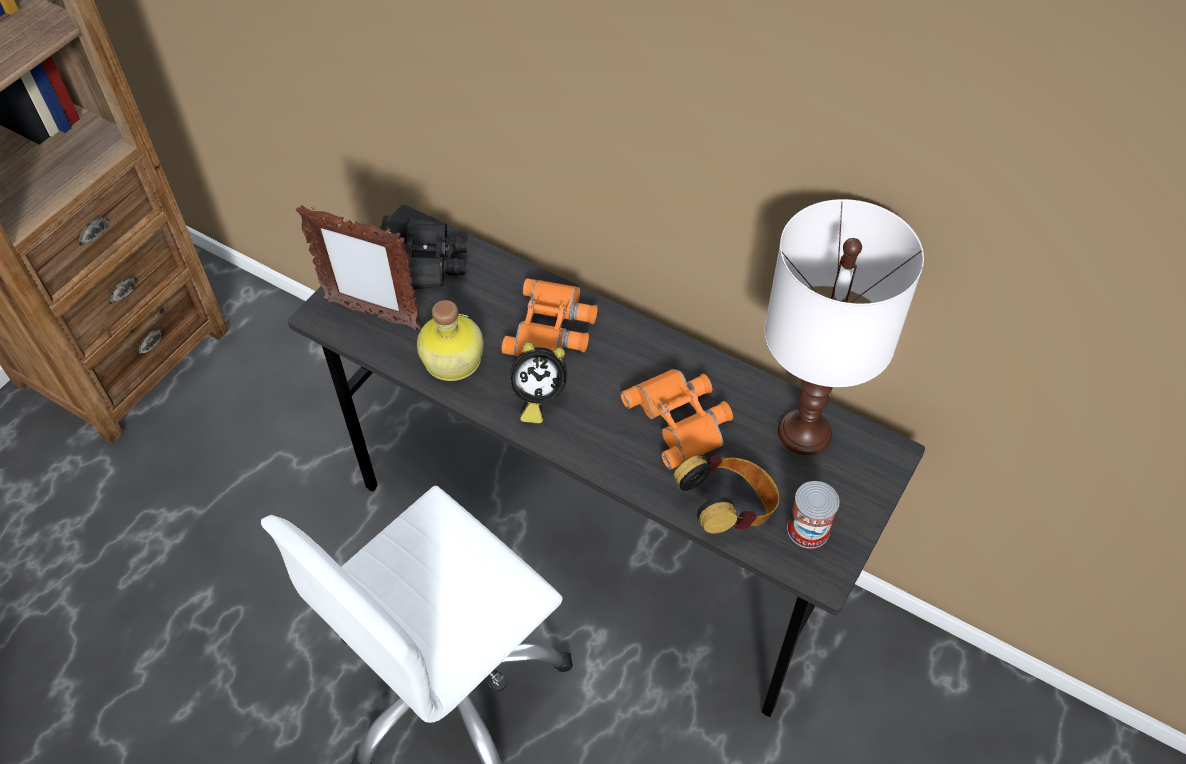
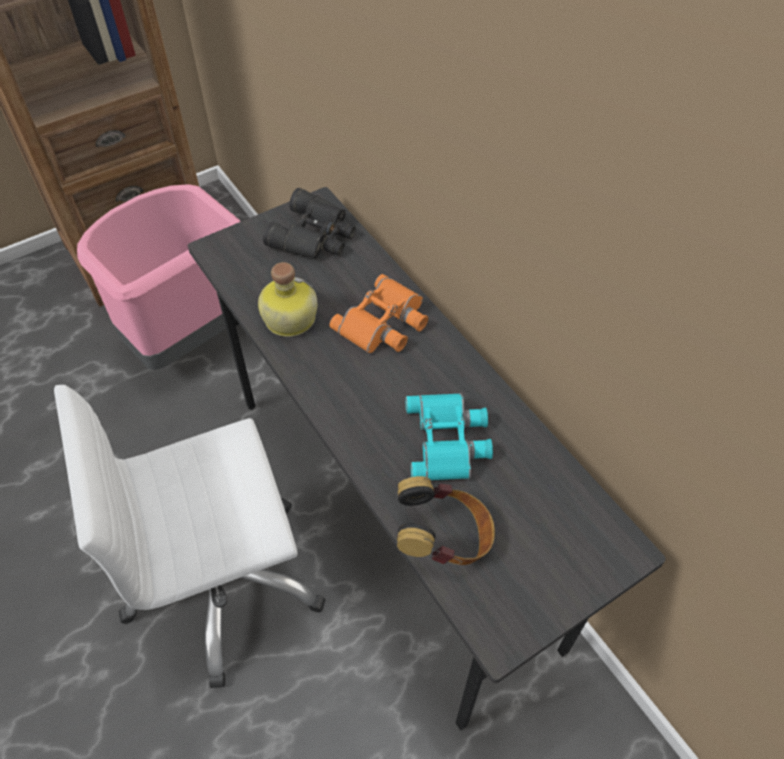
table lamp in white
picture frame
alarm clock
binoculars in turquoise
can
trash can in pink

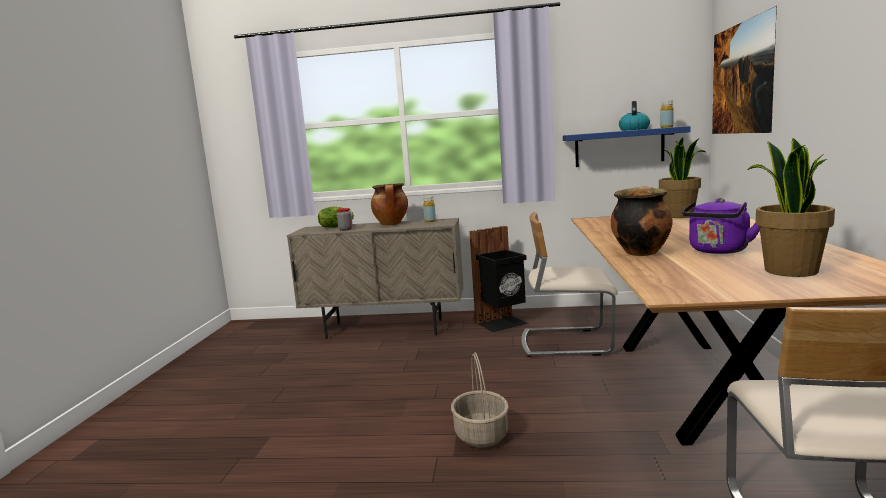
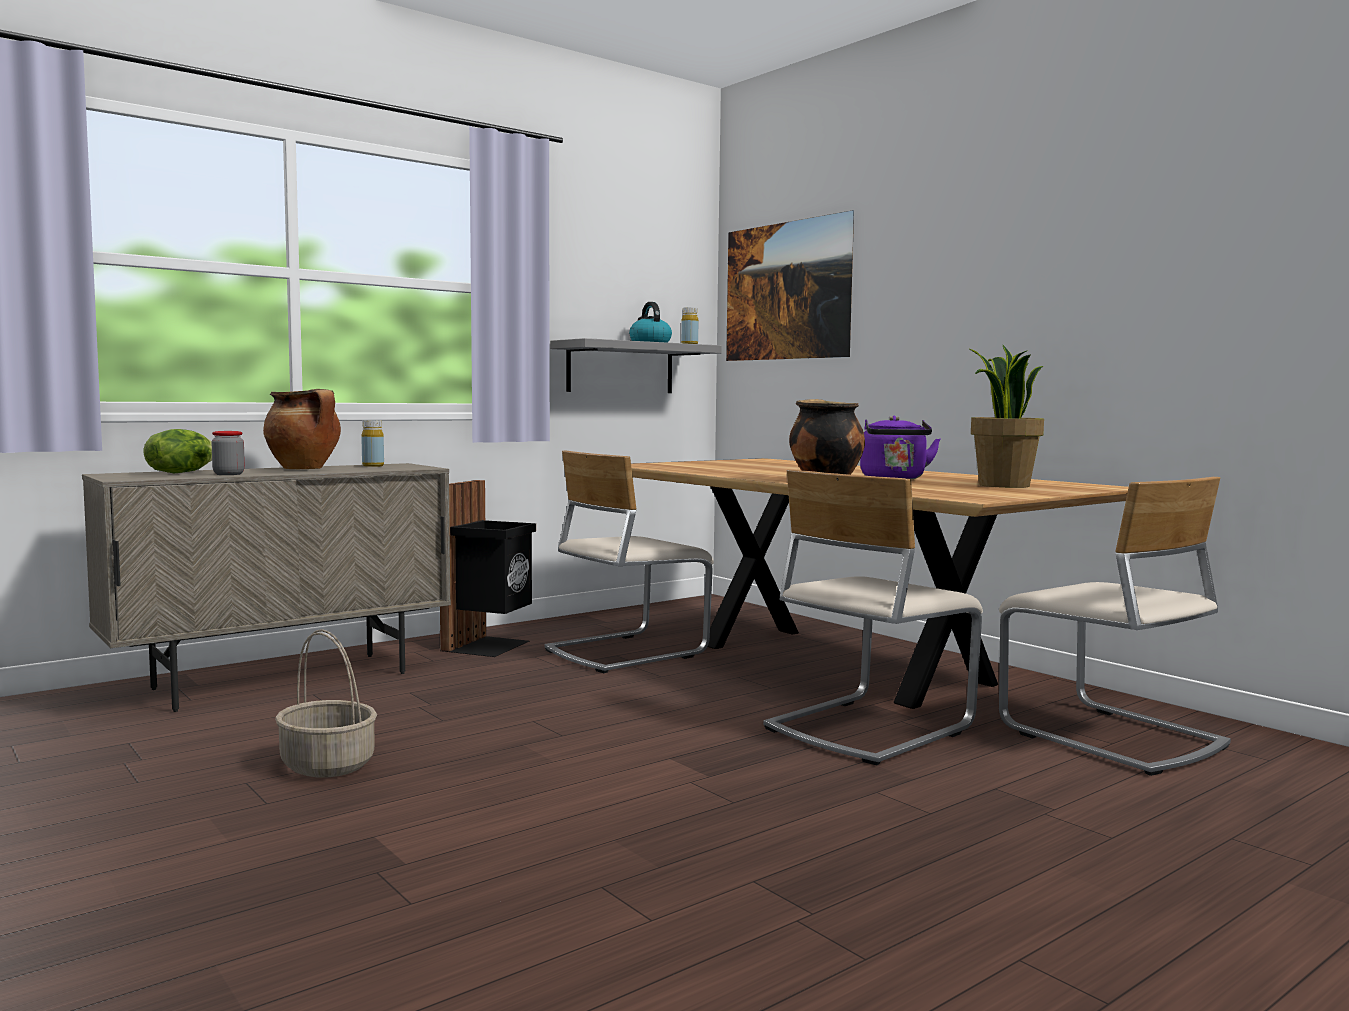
shelf in grey
potted plant (no. 1 from left in the first image)
basket
chair in beige (no. 2 from left)

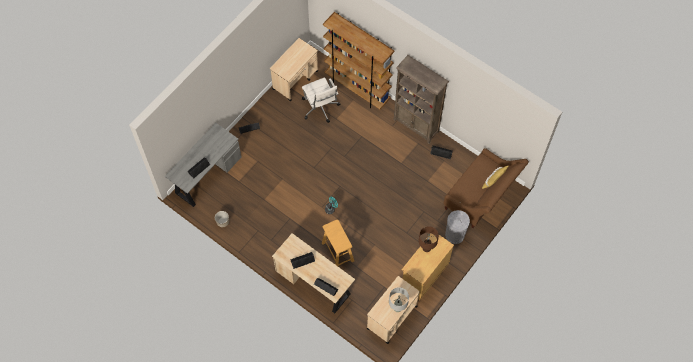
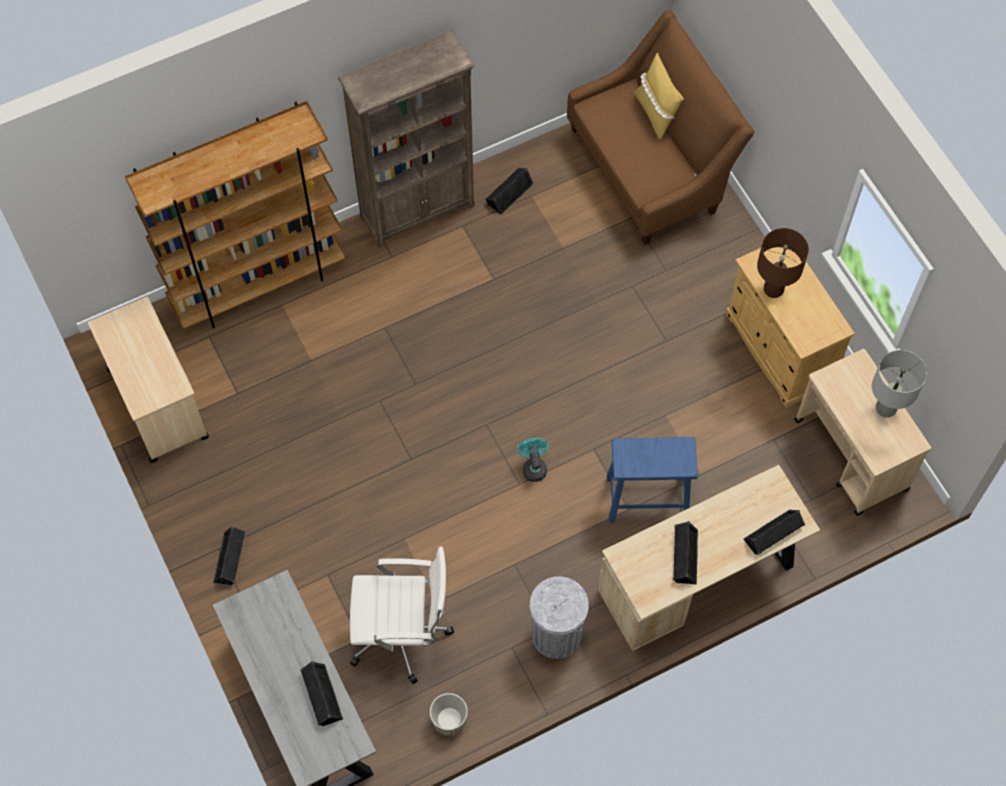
office chair in white
trash can in grey
stool in blue

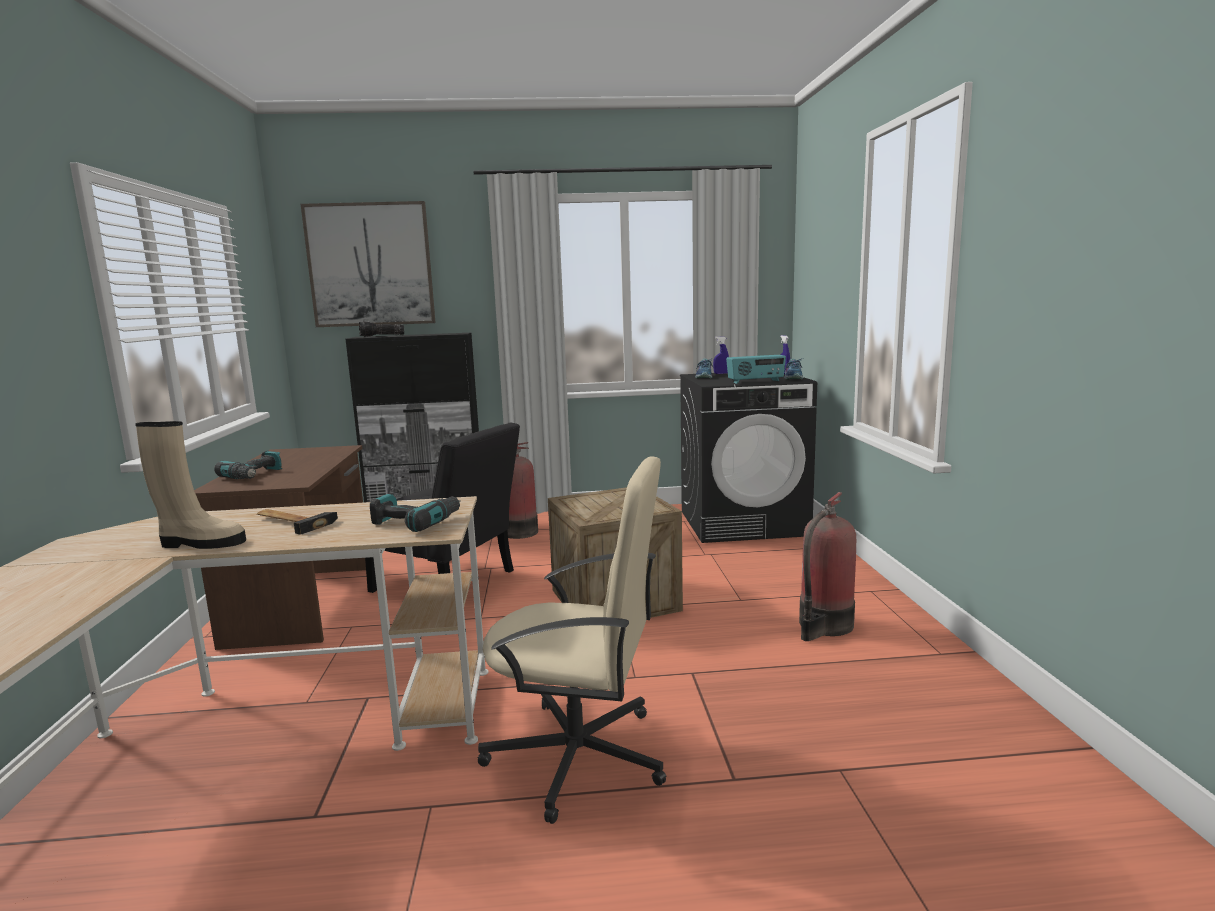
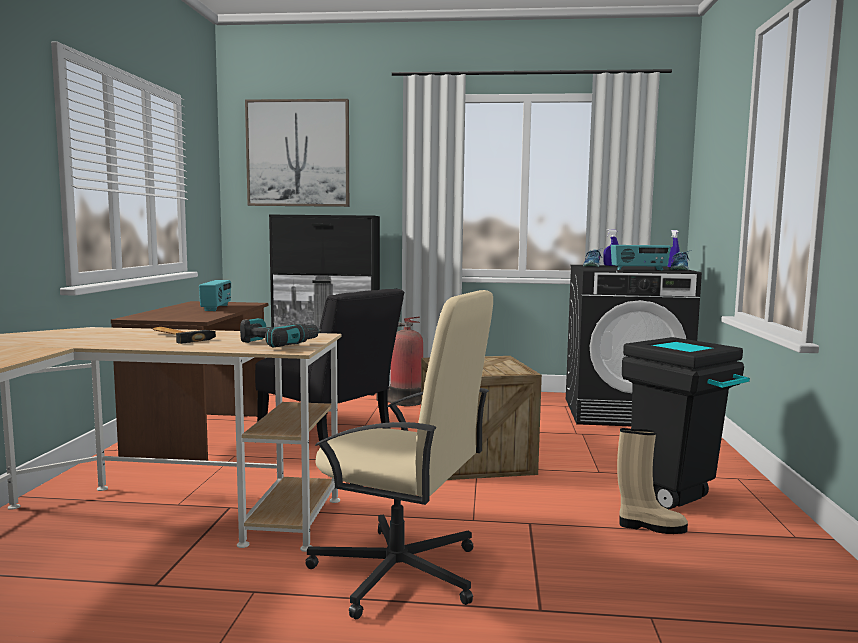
flashlight
boot in beige
power drill (no. 1 from left in the first image)
trash can in black
radio (no. 1 from left)

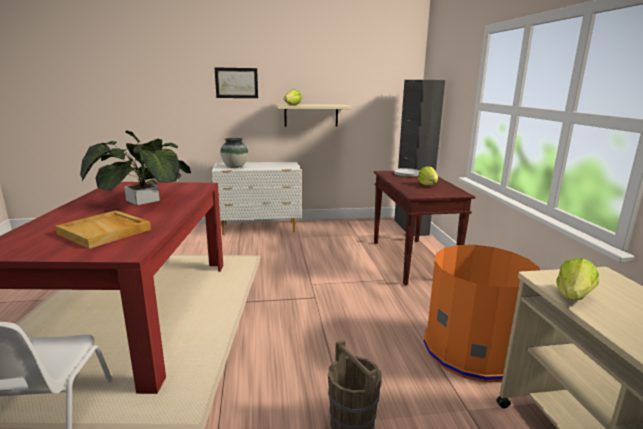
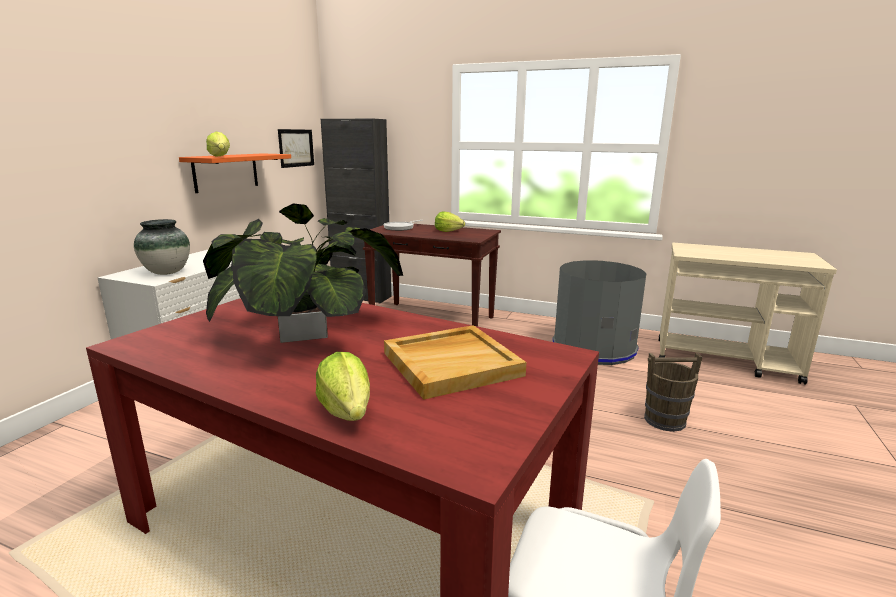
picture
shelf in orange
trash can in grey
lettuce (no. 2 from left)

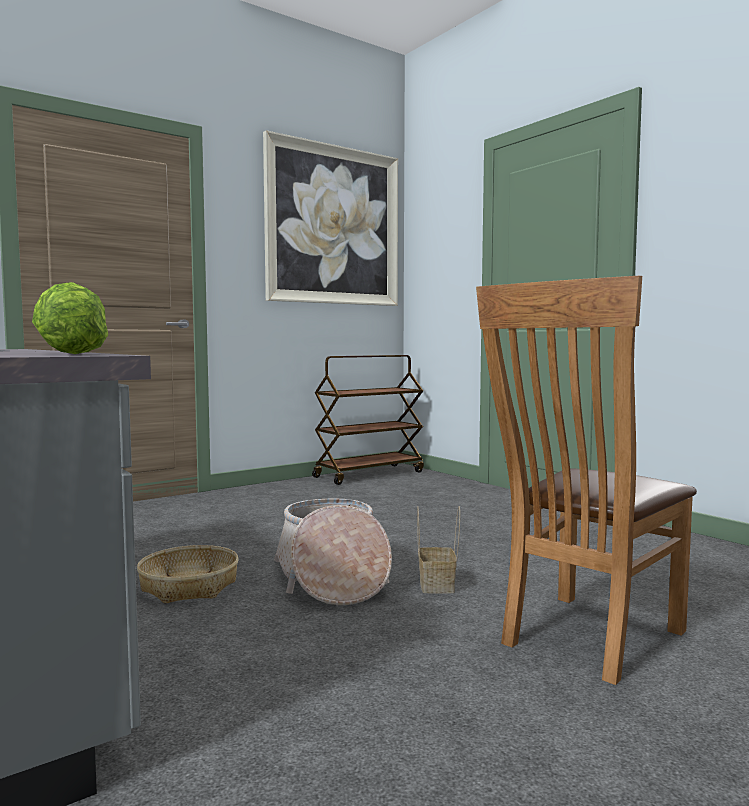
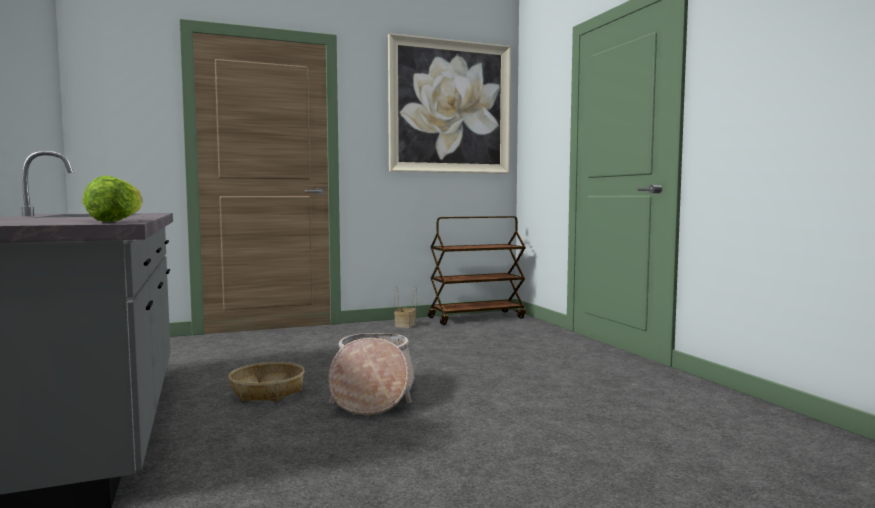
chair in brown
basket (no. 3 from left)

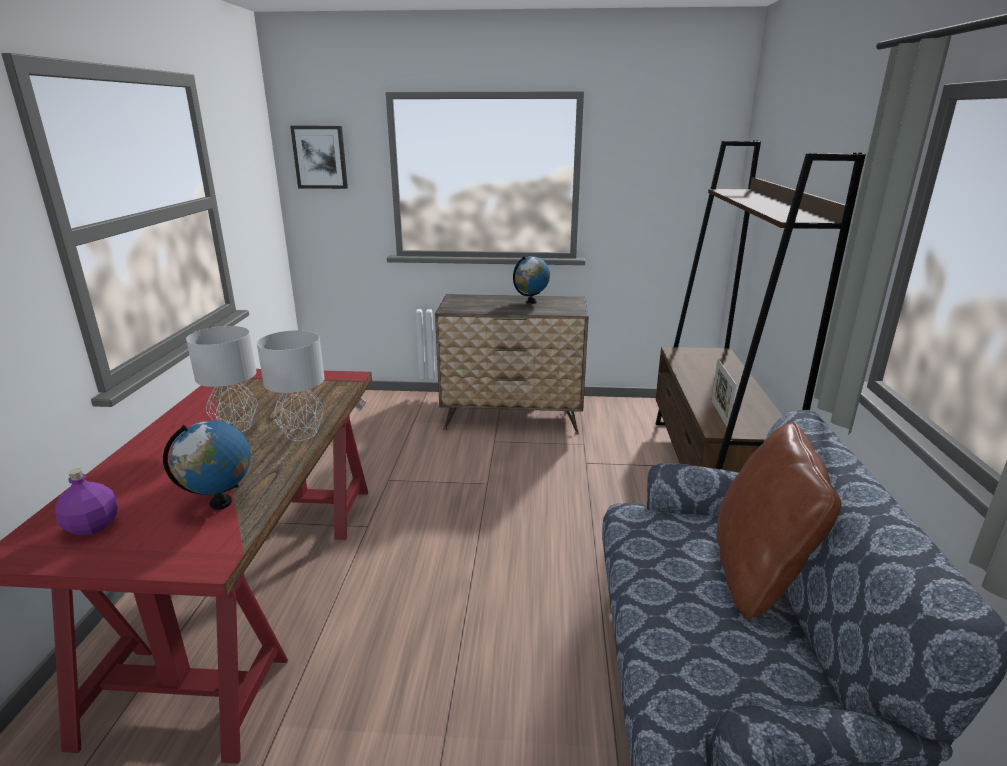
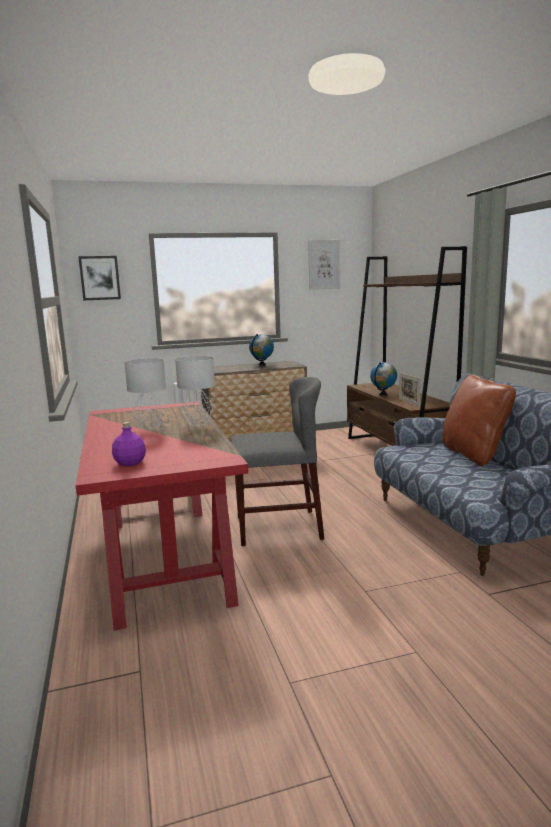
globe (no. 2 from left)
picture (no. 2 from left)
chair in grey

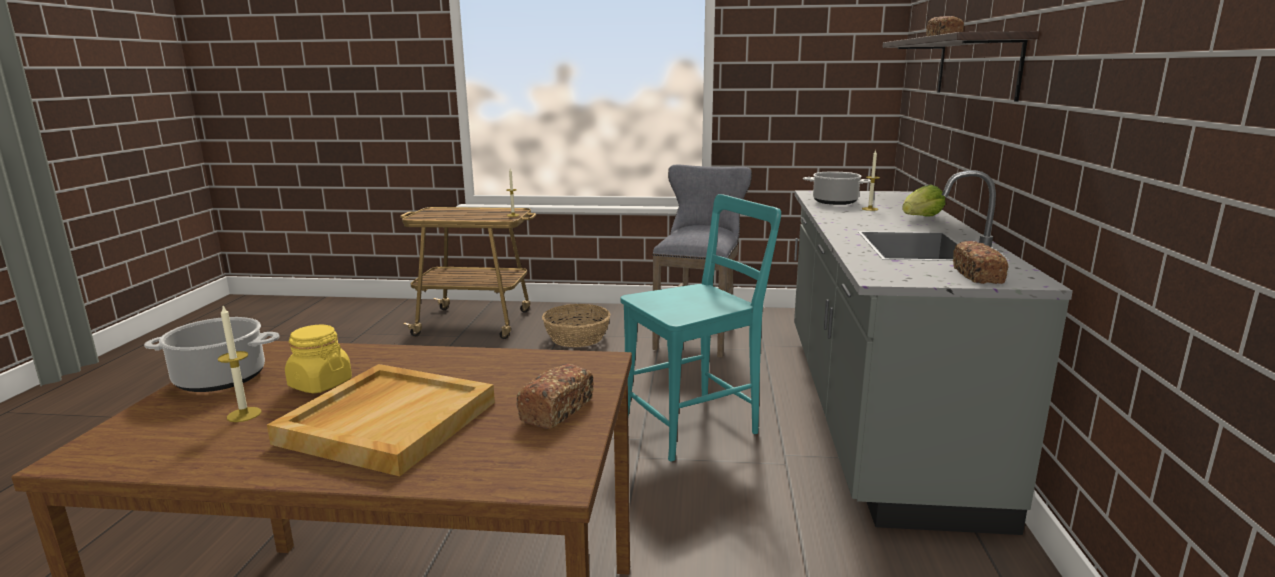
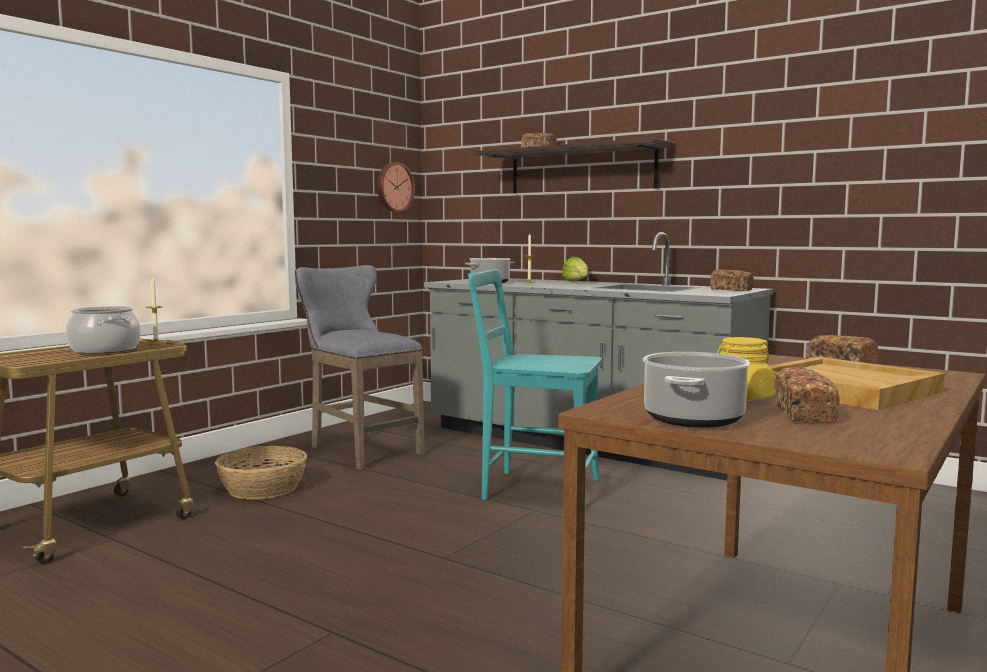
chair in turquoise
bread (no. 3 from left)
wall clock
cooking pot (no. 1 from left)

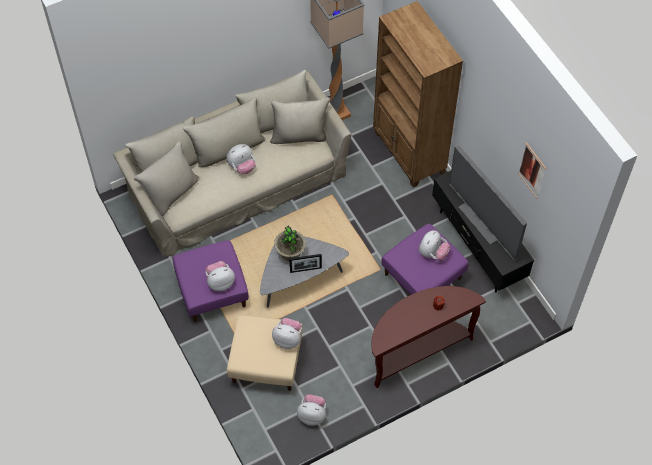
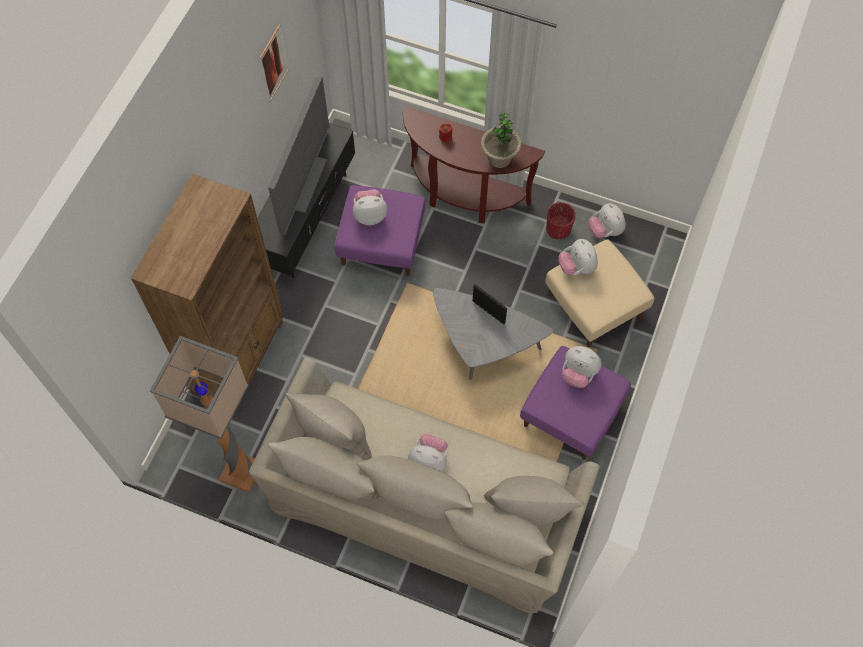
potted plant
planter in red

